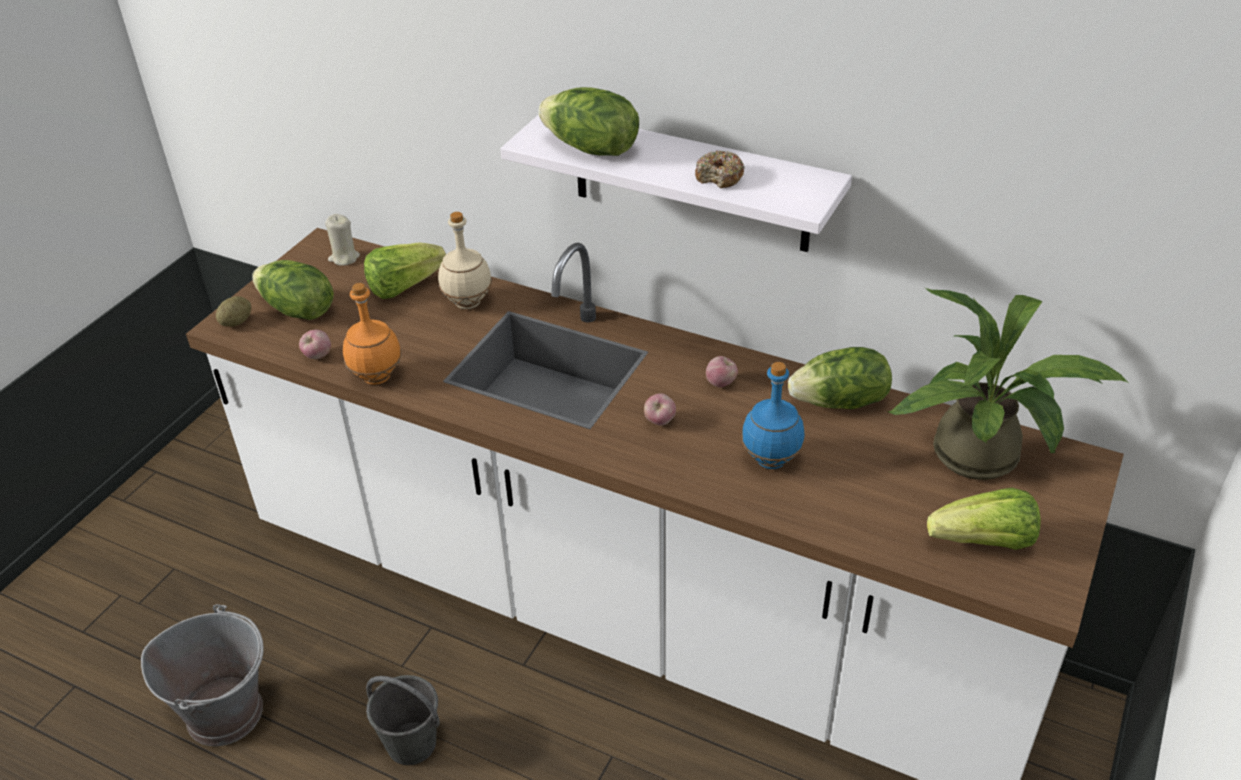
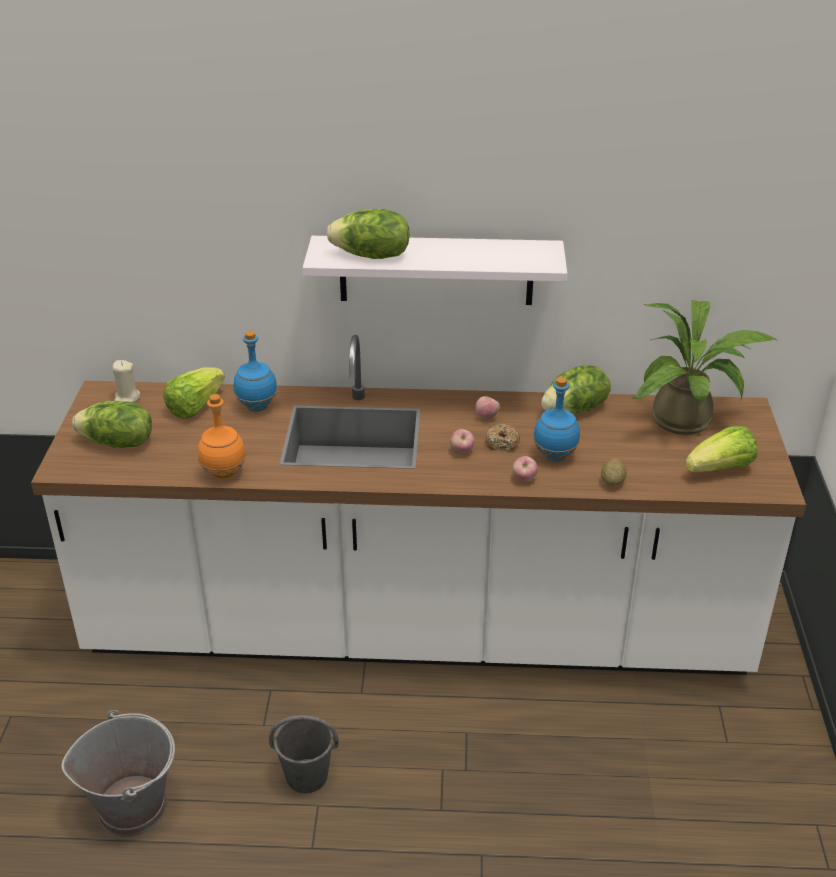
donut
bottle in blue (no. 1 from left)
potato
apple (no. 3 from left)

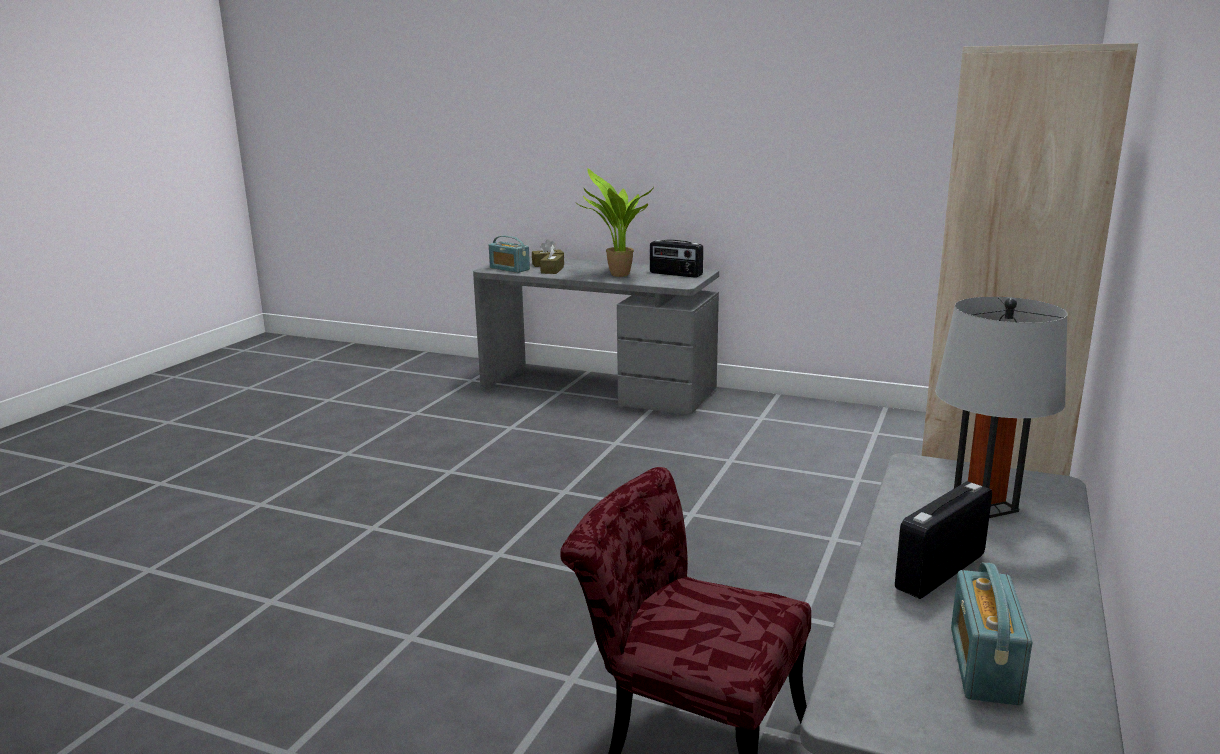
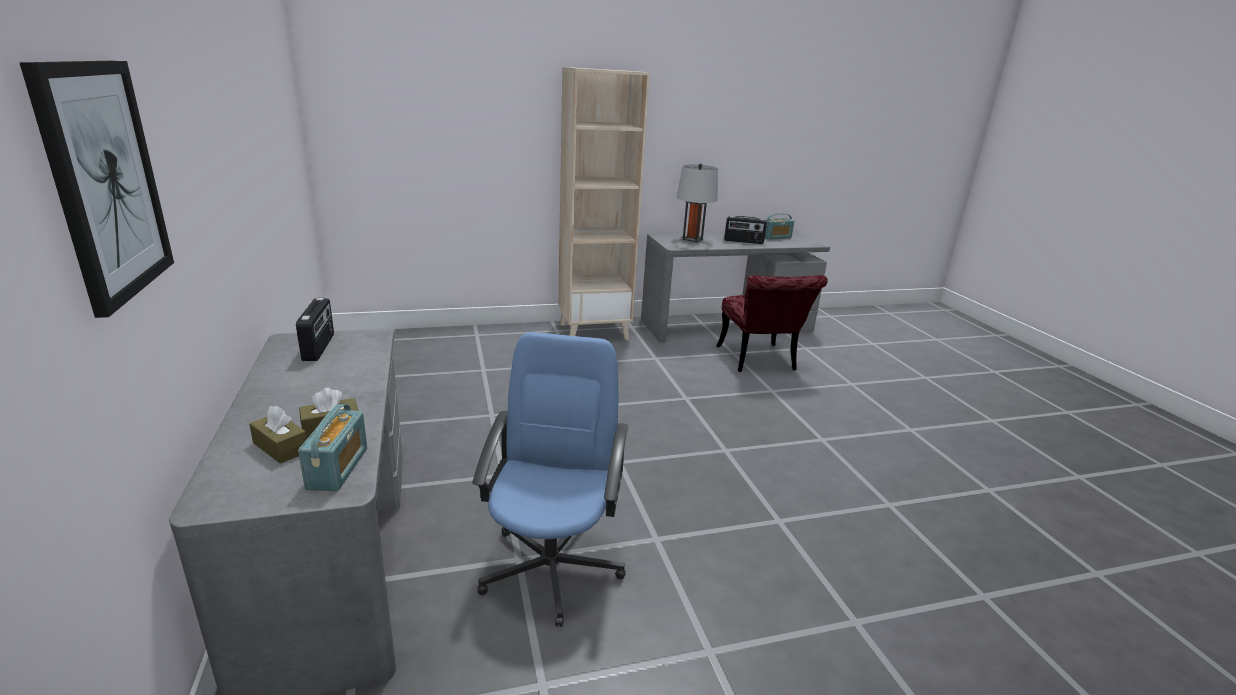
potted plant
picture
office chair in blue

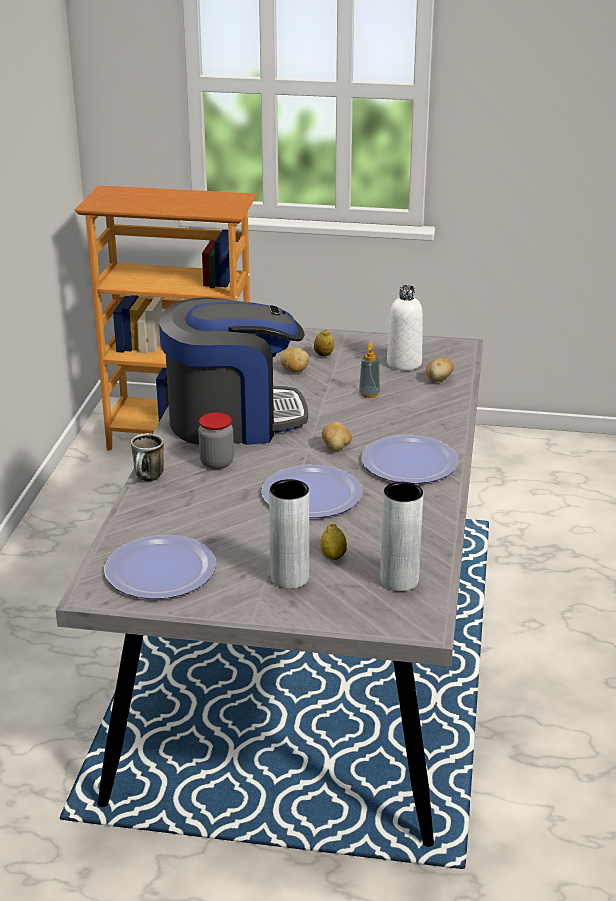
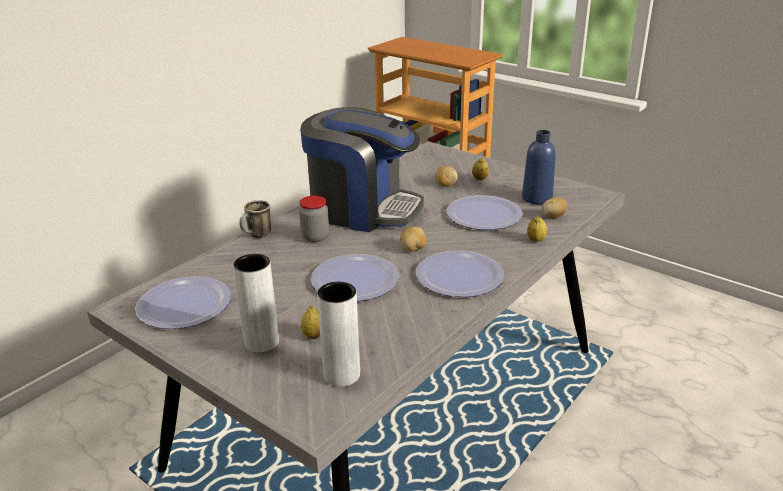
bottle in blue
plate (no. 4 from left)
lemon (no. 3 from left)

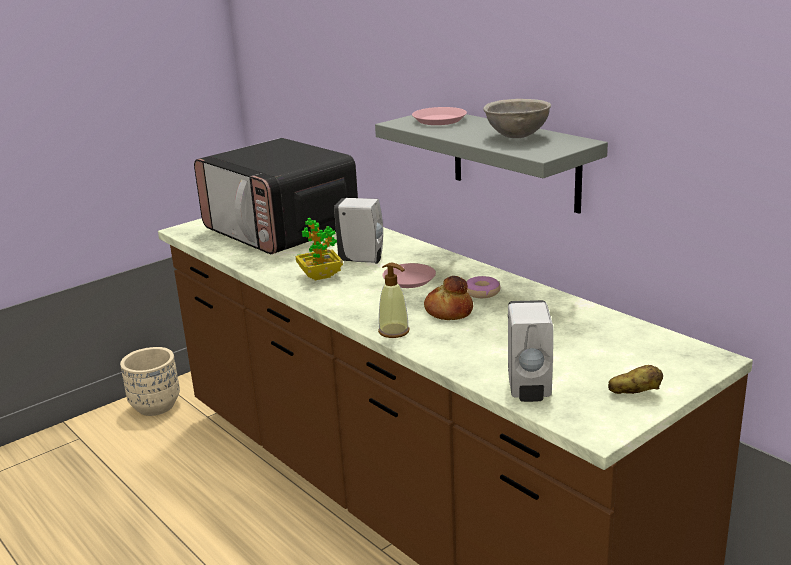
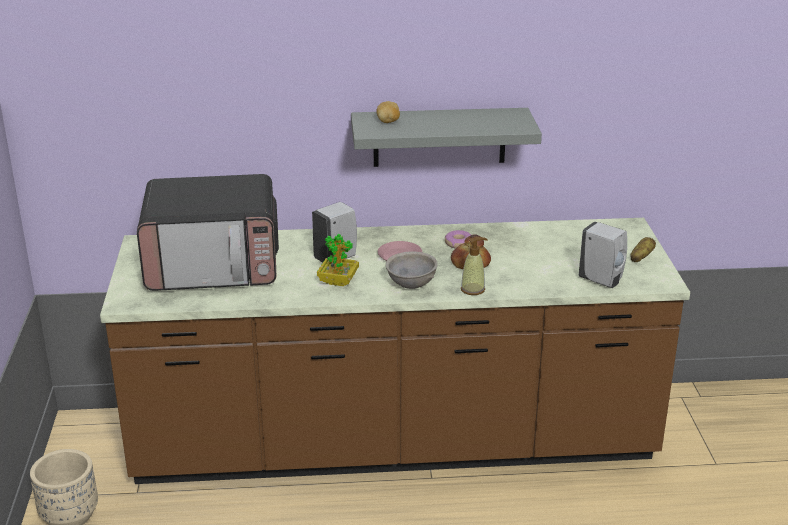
bowl in grey
potato (no. 1 from left)

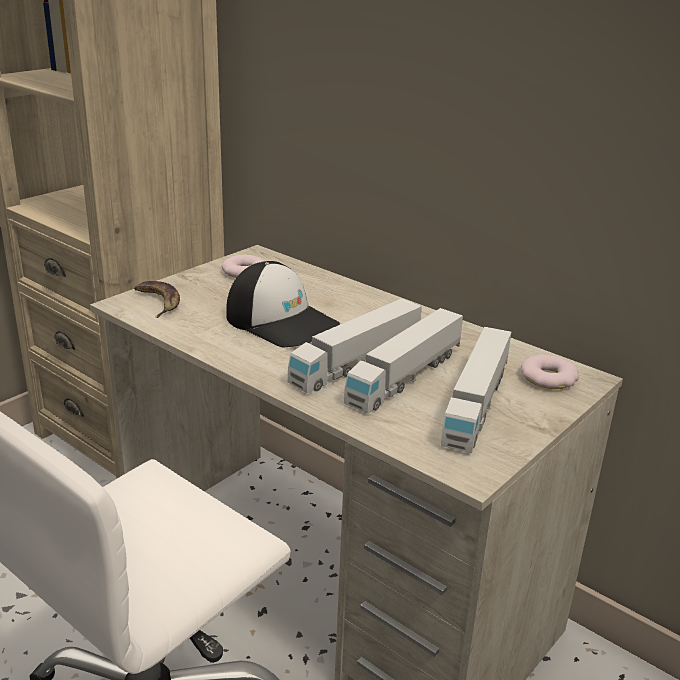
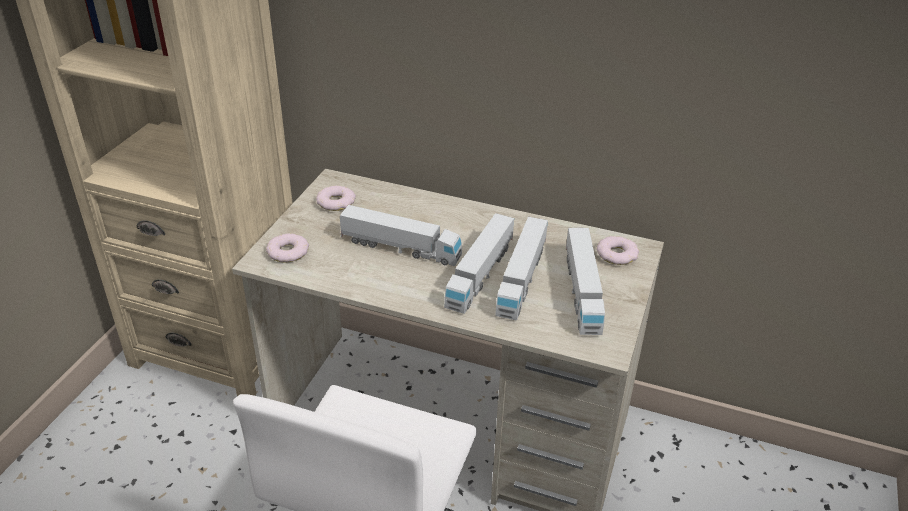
toy truck (no. 1 from left)
donut (no. 1 from left)

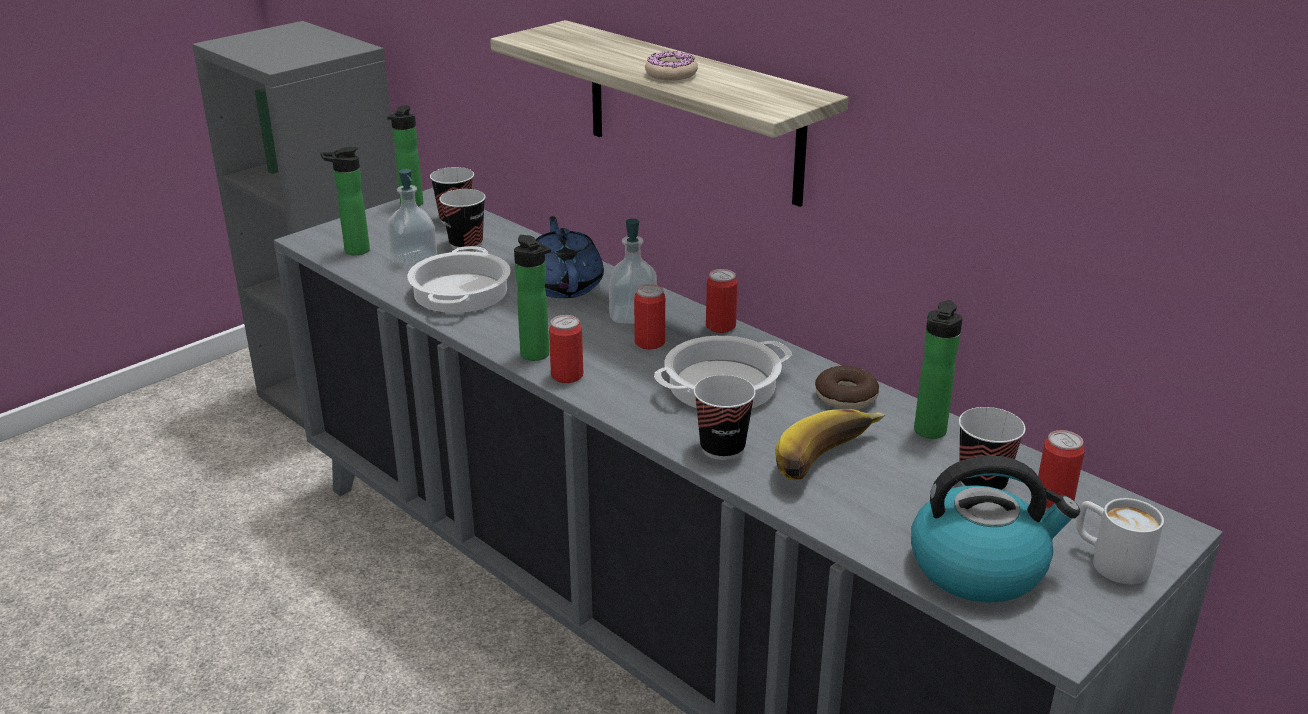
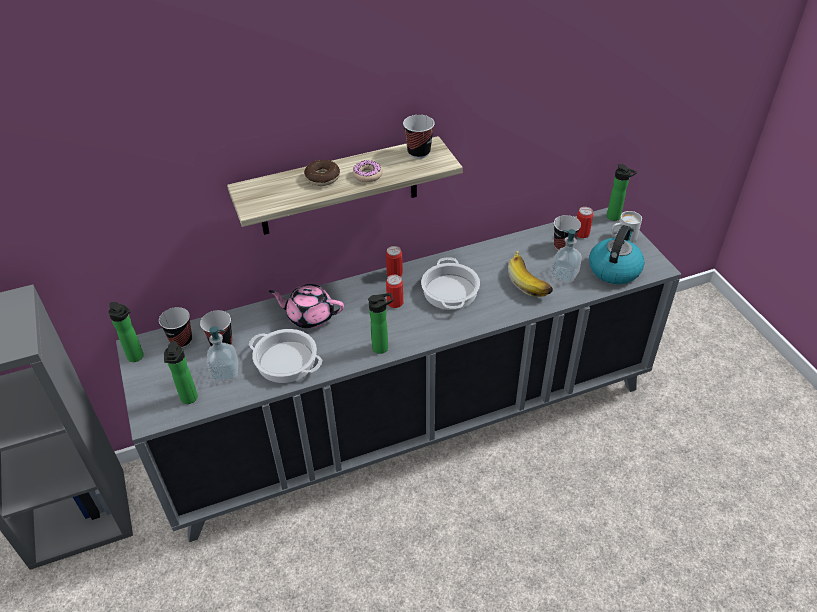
teapot in pink
soap dispenser (no. 2 from left)
bottle (no. 4 from left)
can (no. 1 from left in the first image)
donut (no. 1 from left)
cup (no. 3 from left)

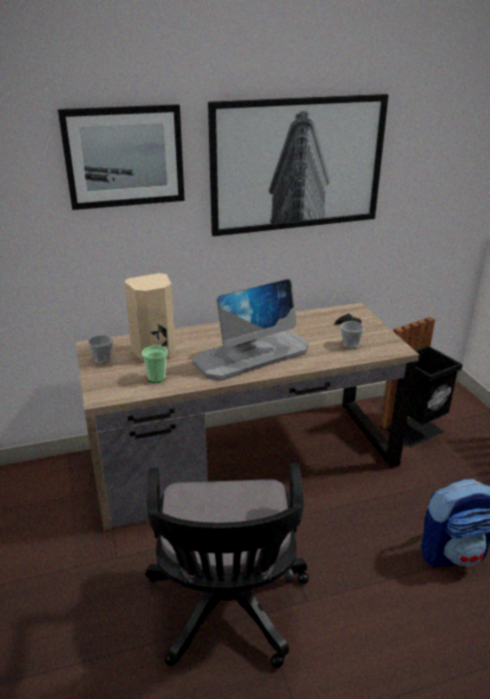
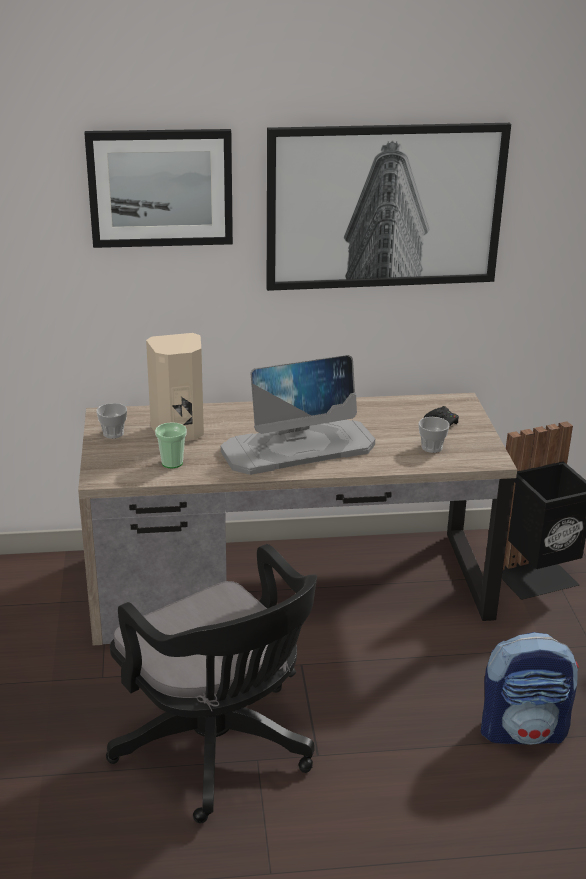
office chair in black

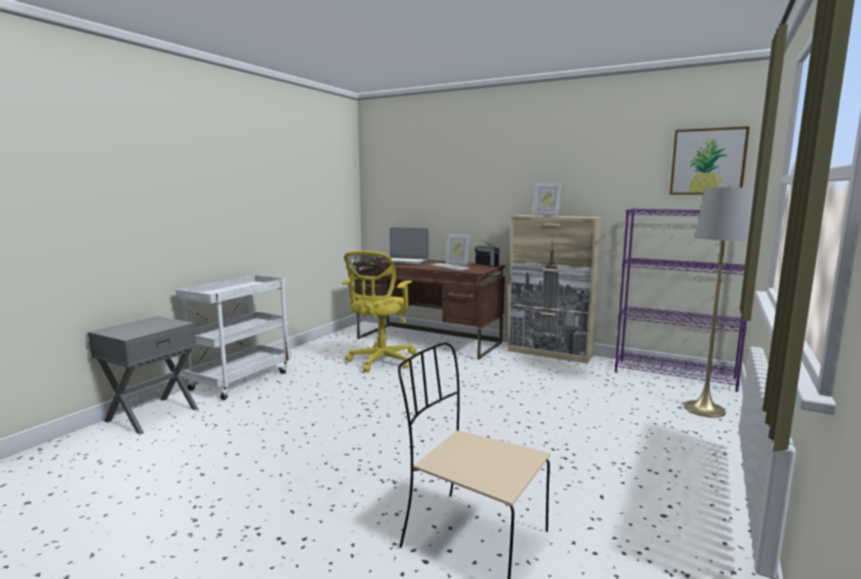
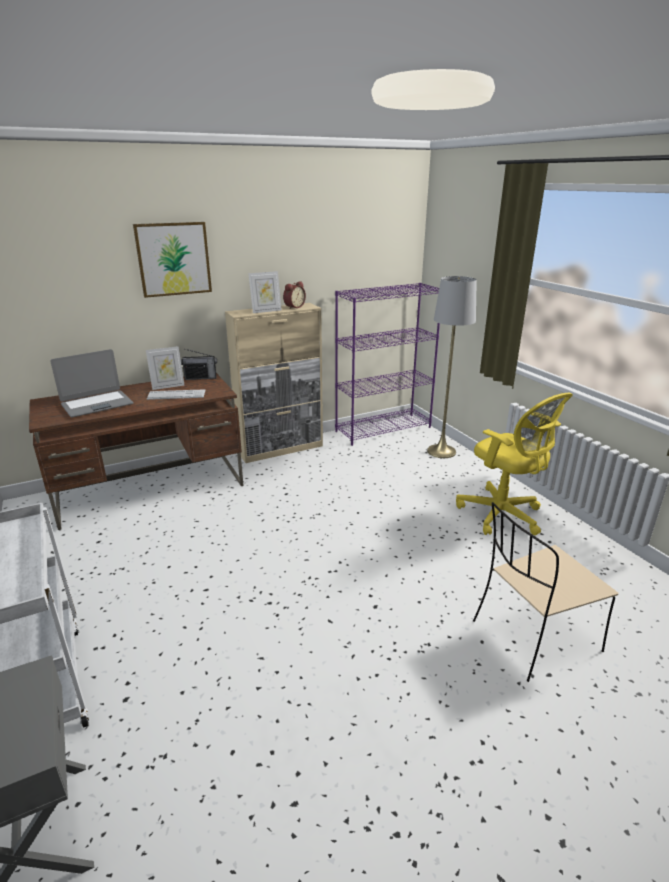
picture
office chair in yellow
alarm clock

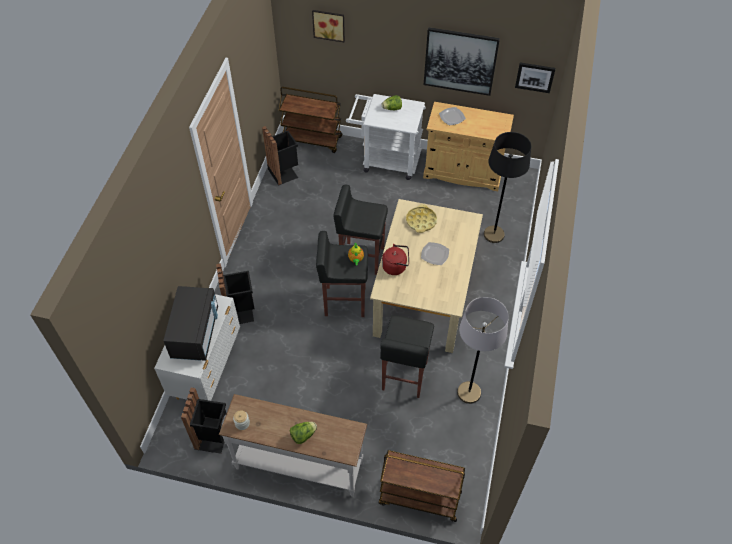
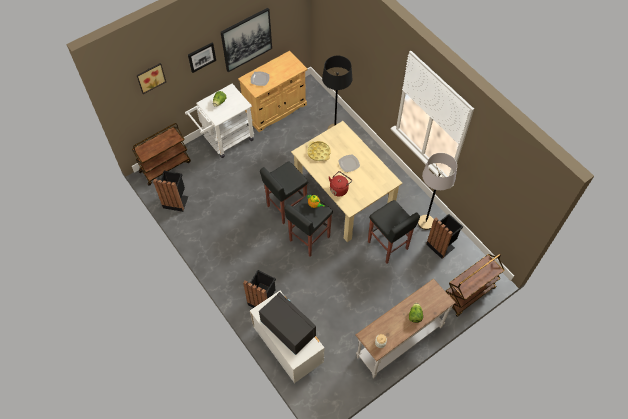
picture (no. 2 from left)
trash can in black (no. 3 from left)

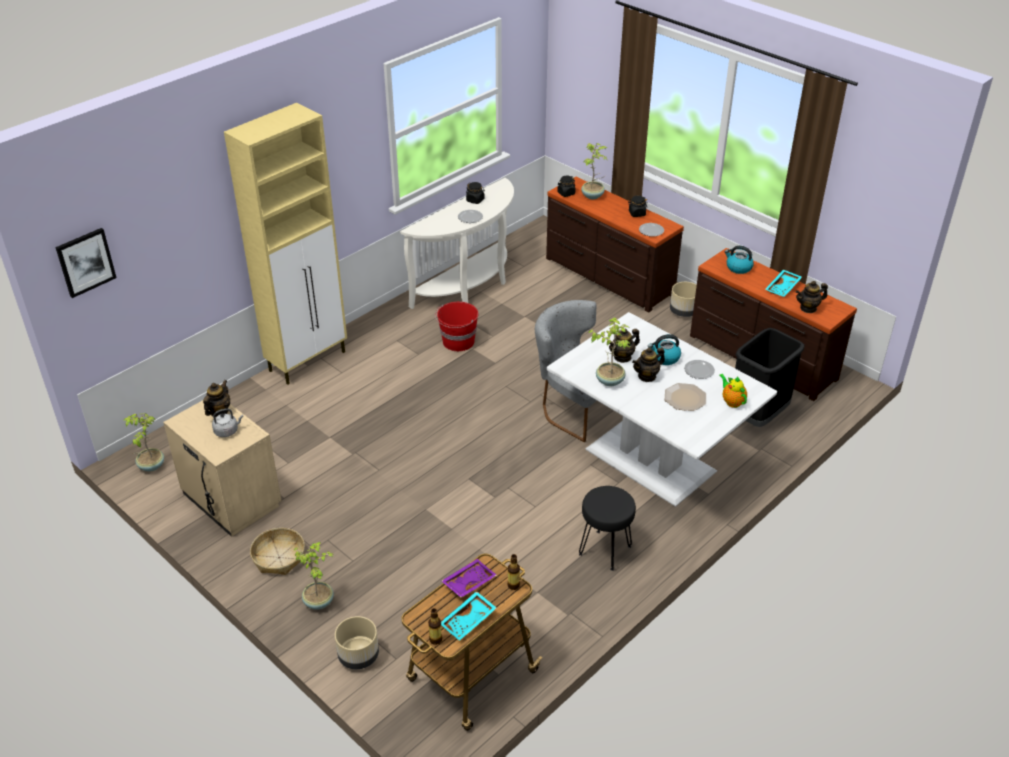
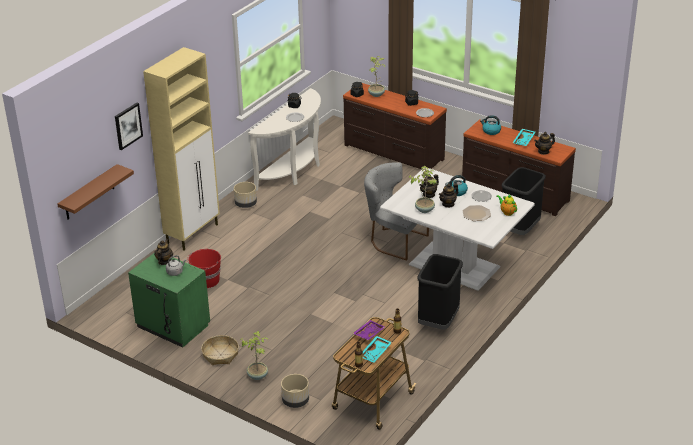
picture
planter in beige (no. 1 from left)
bucket in red
nightstand in green
potted plant (no. 1 from left in the first image)
trash can in black (no. 1 from left)
shelf in brown

